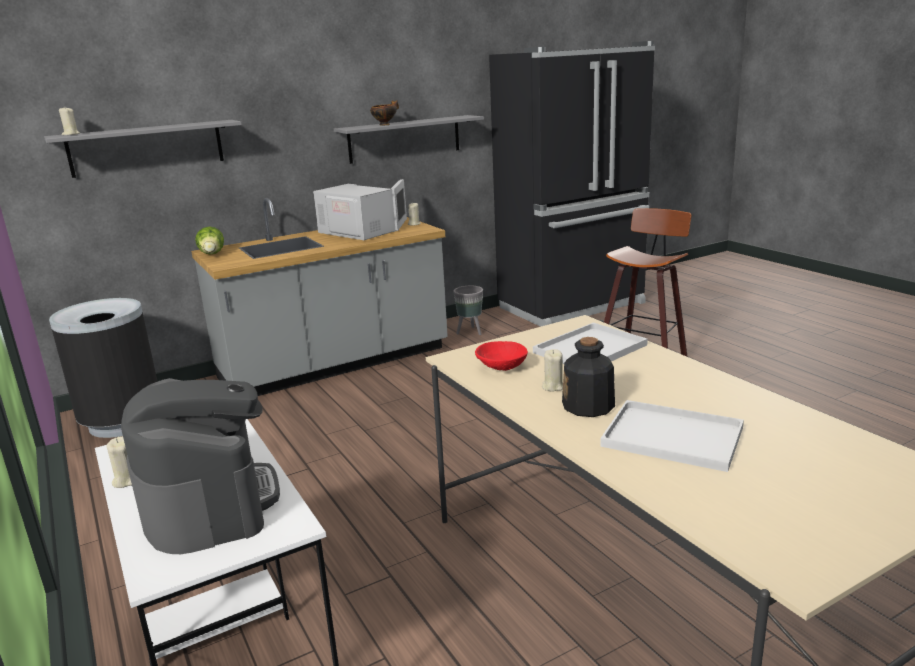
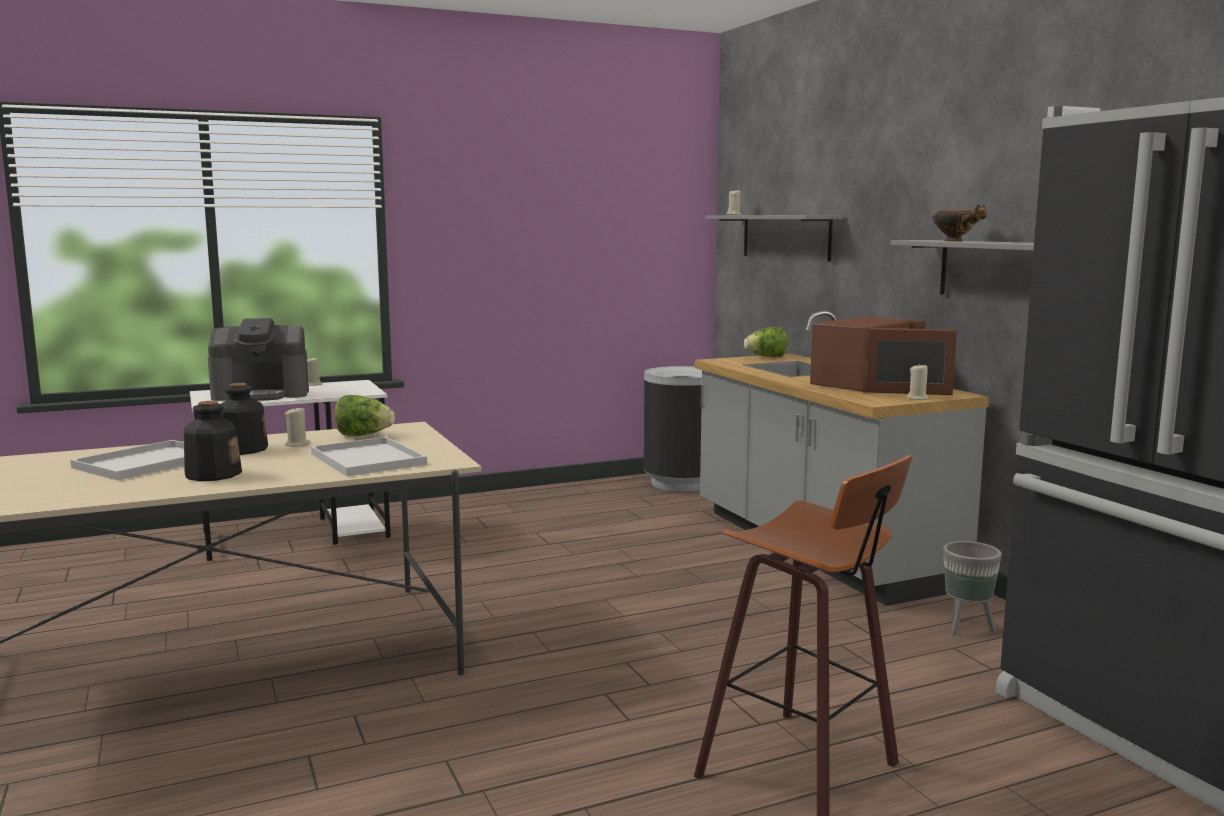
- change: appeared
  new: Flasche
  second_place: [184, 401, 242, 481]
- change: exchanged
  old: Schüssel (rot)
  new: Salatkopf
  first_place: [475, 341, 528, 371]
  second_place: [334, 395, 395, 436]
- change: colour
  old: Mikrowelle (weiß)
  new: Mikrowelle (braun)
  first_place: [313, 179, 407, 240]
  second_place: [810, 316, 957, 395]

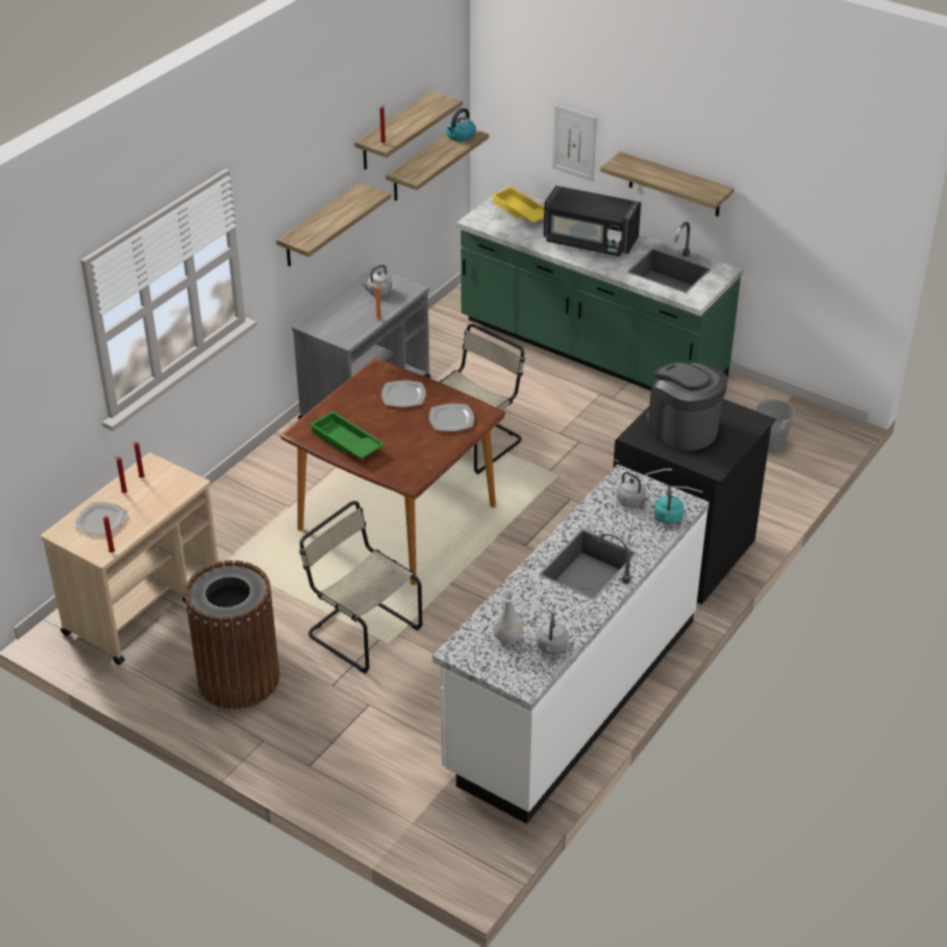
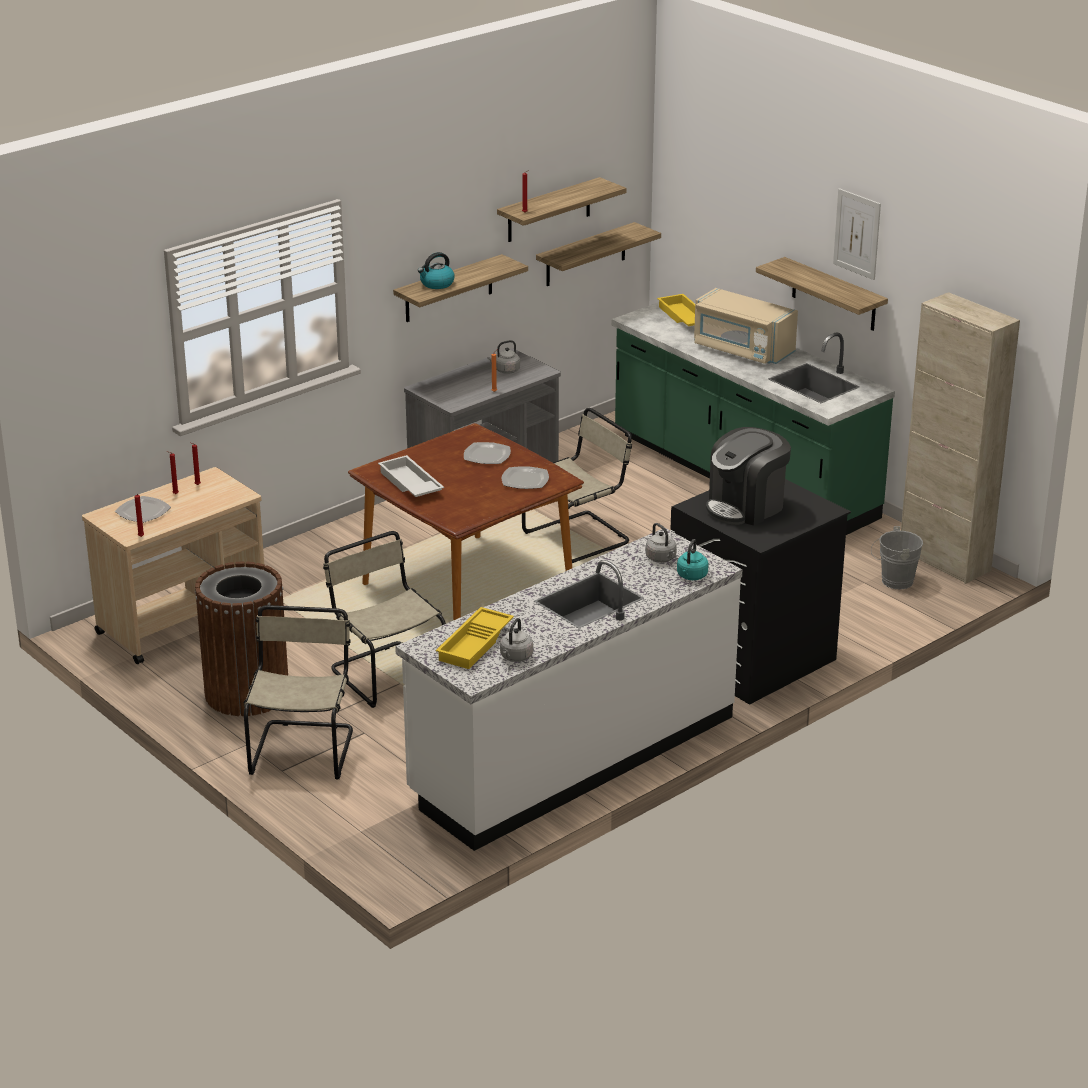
- change: appeared
  new: Stuhl (beige)
  second_place: [244, 605, 353, 779]
- change: appeared
  new: Schrank (beige)
  second_place: [901, 292, 1020, 584]
- change: relocated
  old: Wasserkessel
  first_place: [445, 108, 476, 142]
  second_place: [418, 252, 455, 289]
- change: relocated
  old: Bild
  first_place: [552, 105, 597, 182]
  second_place: [833, 188, 881, 280]
- change: exchanged
  old: Vase (weiß)
  new: Tablett (gelb)
  first_place: [493, 589, 523, 645]
  second_place: [436, 607, 514, 669]
- change: colour
  old: Tablett (grün)
  new: Tablett (weiß)
  first_place: [309, 411, 385, 459]
  second_place: [378, 455, 444, 497]
- change: colour
  old: Mikrowelle (schwarz)
  new: Mikrowelle (beige)
  first_place: [543, 186, 641, 257]
  second_place: [694, 288, 798, 364]
- change: spun
  old: Kaffeemaschine
  first_place: [646, 362, 728, 451]
  second_place: [706, 427, 791, 525]
  degrees: -105

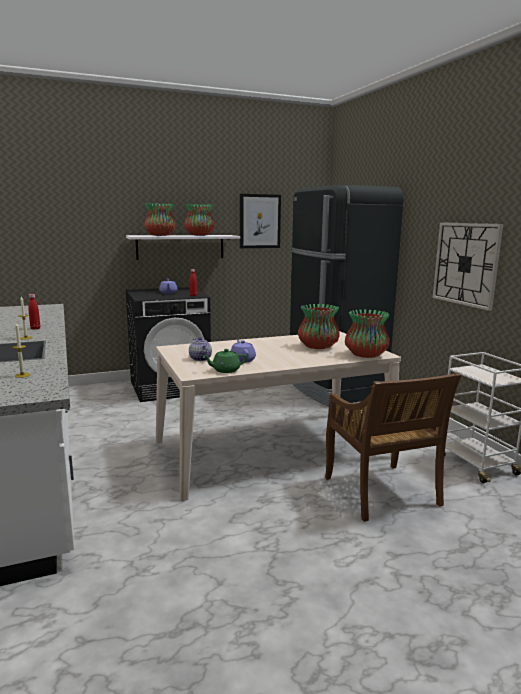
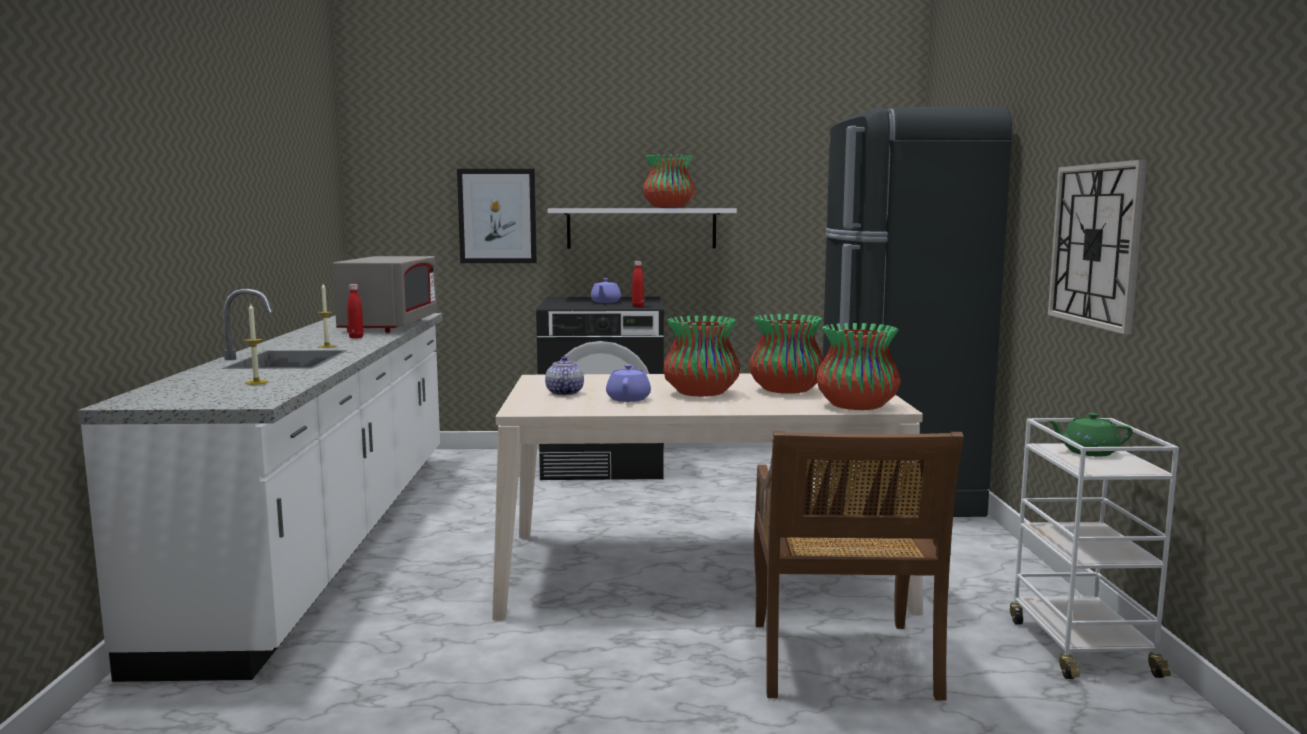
- change: appeared
  new: Mikrowelle (grau)
  second_place: [333, 256, 437, 333]
- change: relocated
  old: Vase
  first_place: [144, 203, 176, 236]
  second_place: [664, 315, 740, 397]
- change: relocated
  old: Teekanne (grün)
  first_place: [203, 349, 247, 373]
  second_place: [1048, 413, 1133, 456]
- change: relocated
  old: Bild
  first_place: [240, 194, 281, 248]
  second_place: [457, 169, 537, 263]

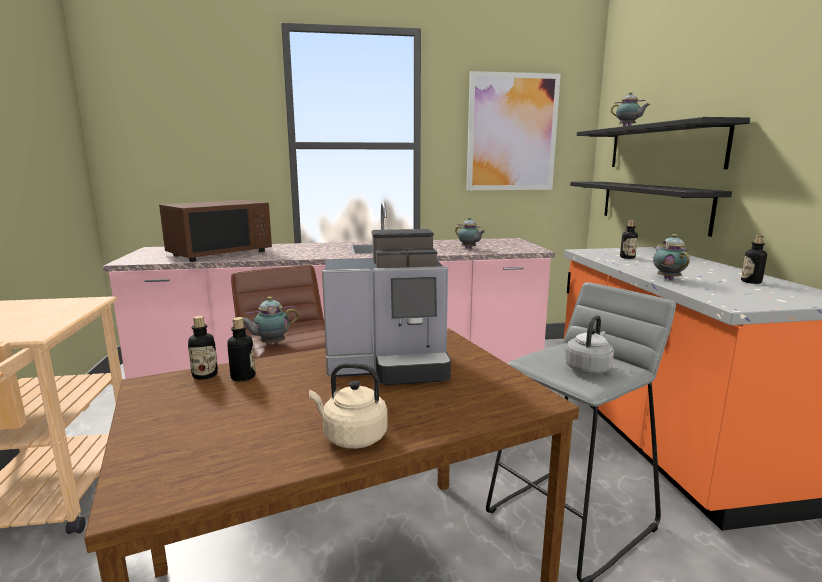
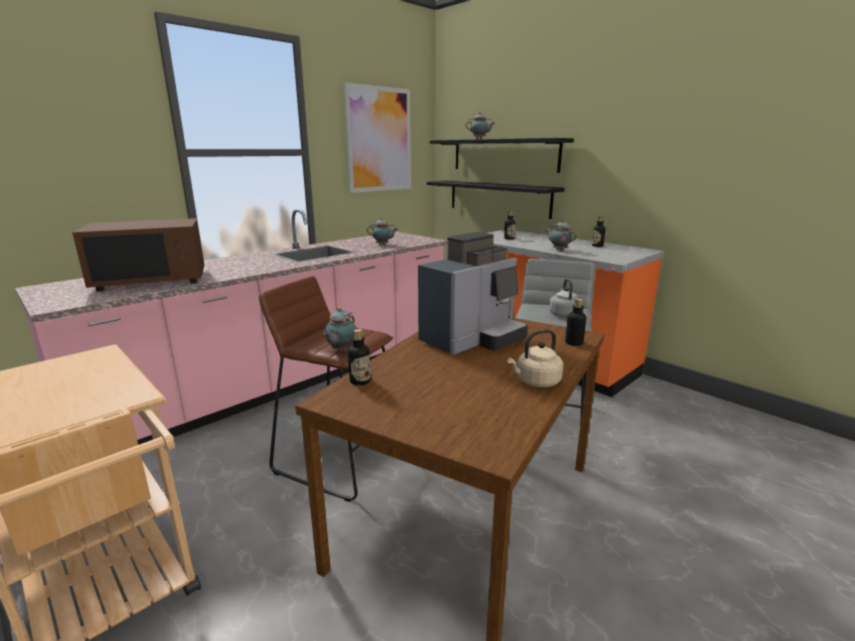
- change: relocated
  old: Flasche
  first_place: [227, 317, 255, 381]
  second_place: [565, 299, 586, 346]
- change: spun
  old: Mikrowelle (braun)
  first_place: [159, 200, 272, 262]
  second_place: [72, 218, 204, 291]
  degrees: 60

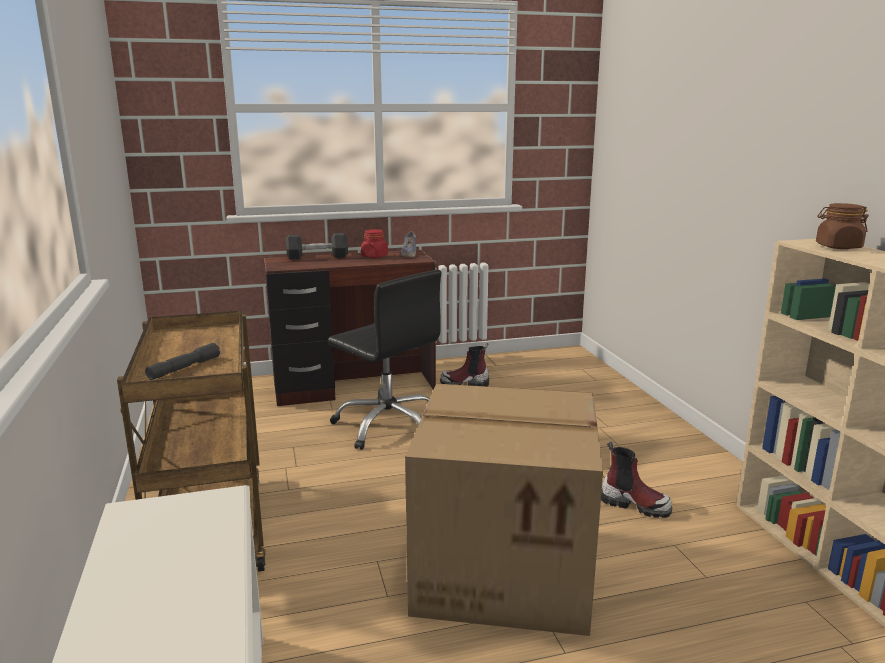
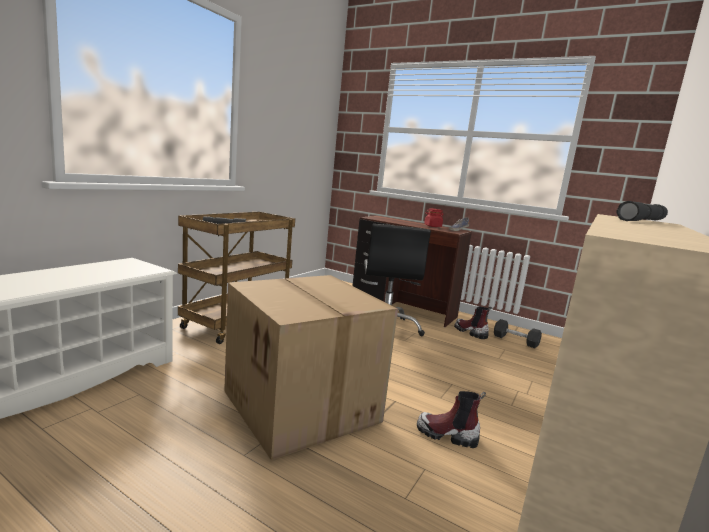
- change: relocated
  old: Hantel (grau)
  first_place: [286, 233, 348, 260]
  second_place: [494, 319, 542, 348]
- change: exchanged
  old: Vorratsglas (braun)
  new: Taschenlampe (grau)
  first_place: [816, 203, 869, 249]
  second_place: [617, 201, 668, 221]
- change: spun
  old: Stiefel
  first_place: [601, 441, 672, 518]
  second_place: [417, 391, 486, 448]
  degrees: 120

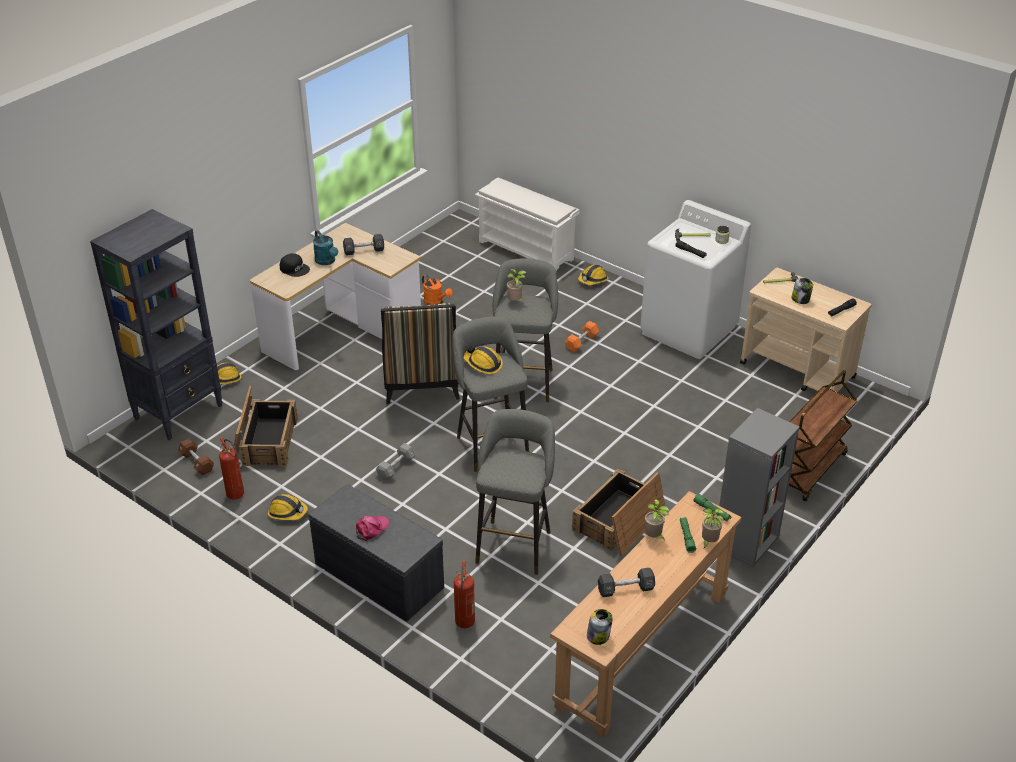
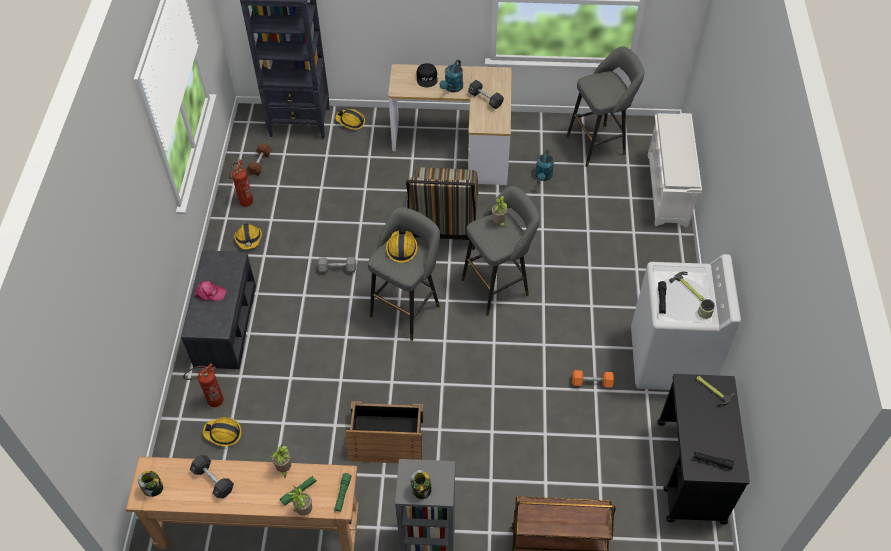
- change: missing
  old: Kiste
  first_place: [233, 385, 298, 467]
- change: relocated
  old: Hocker (grau)
  first_place: [475, 409, 555, 575]
  second_place: [566, 46, 644, 167]
- change: relocated
  old: Hantel (orange)
  first_place: [565, 321, 599, 352]
  second_place: [572, 370, 614, 388]
- change: relocated
  old: Schutzhelm
  first_place: [578, 265, 608, 285]
  second_place: [203, 417, 242, 446]
- change: relocated
  old: Vorratsglas
  first_place: [792, 278, 813, 304]
  second_place: [411, 470, 432, 499]
- change: colour
  old: Gießkanne (orange)
  new: Gießkanne (türkis)
  first_place: [422, 274, 453, 305]
  second_place: [535, 149, 554, 181]
- change: colour
  old: Rollwagen (beige)
  new: Rollwagen (schwarz)
  first_place: [740, 268, 872, 392]
  second_place: [658, 374, 750, 524]
- change: spun
  old: Stuhl
  first_place: [381, 303, 460, 404]
  second_place: [406, 167, 478, 250]
  degrees: -45

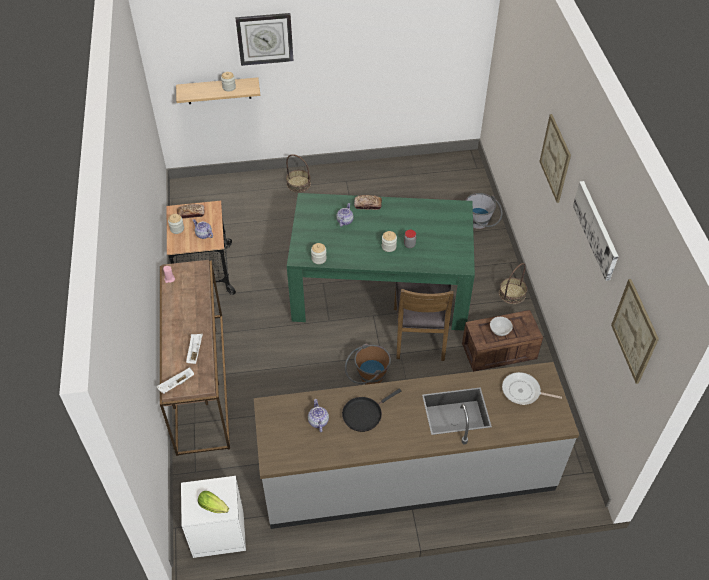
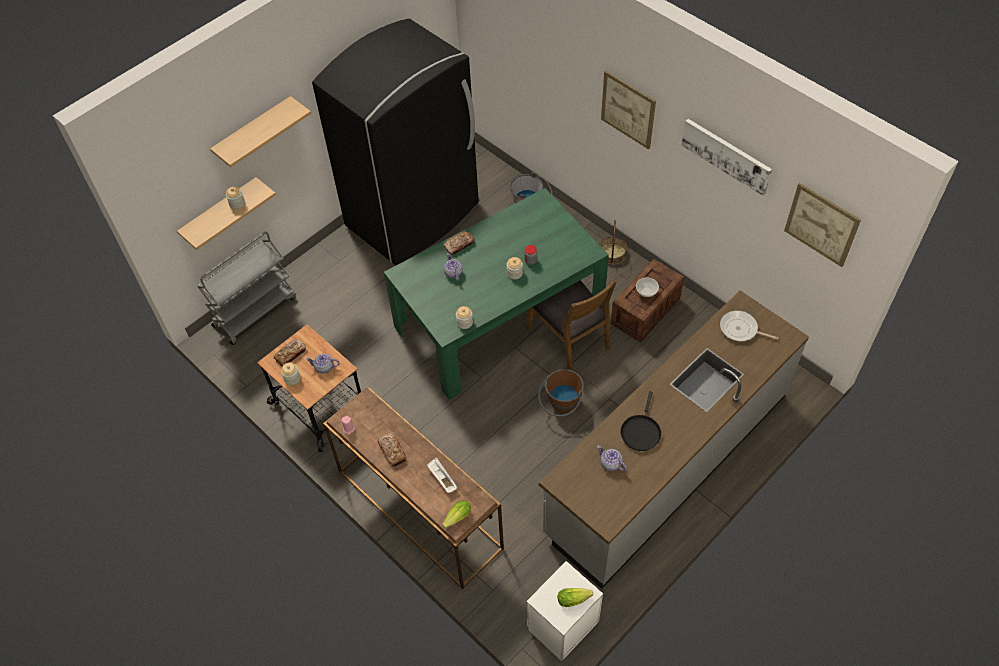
- change: missing
  old: Korb
  first_place: [286, 154, 311, 192]
- change: appeared
  new: Rollwagen (grau)
  second_place: [197, 232, 296, 345]
- change: appeared
  new: Kühlschrank (schwarz)
  second_place: [312, 19, 479, 265]
- change: appeared
  new: Brot
  second_place: [378, 433, 407, 467]
- change: exchanged
  old: Tablett (weiß)
  new: Salatkopf
  first_place: [157, 367, 194, 394]
  second_place: [442, 500, 471, 528]
- change: exchanged
  old: Wanduhr
  new: Wandregal
  first_place: [235, 13, 293, 66]
  second_place: [210, 96, 311, 167]
- change: spun
  old: Pfanne
  first_place: [502, 372, 562, 405]
  second_place: [720, 310, 778, 341]
  degrees: 45

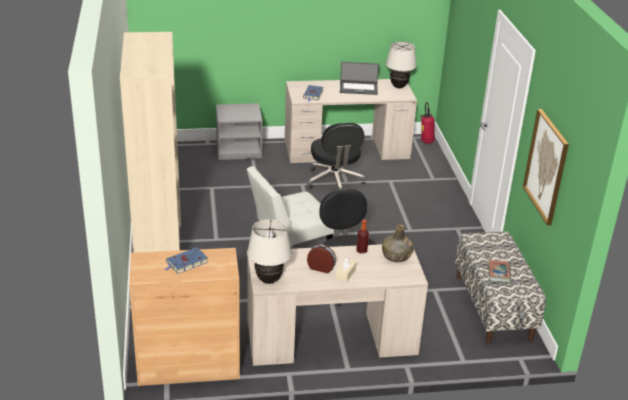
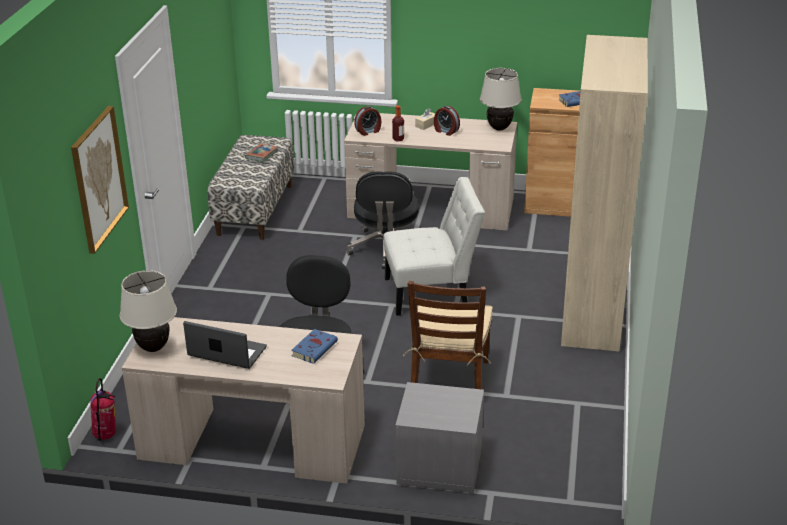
- change: appeared
  new: Stuhl (braun)
  second_place: [403, 281, 493, 389]
- change: relocated
  old: Bild
  first_place: [523, 109, 569, 225]
  second_place: [71, 106, 129, 254]
- change: exchanged
  old: Flasche (grün)
  new: Wecker
  first_place: [382, 225, 414, 262]
  second_place: [354, 106, 381, 136]

